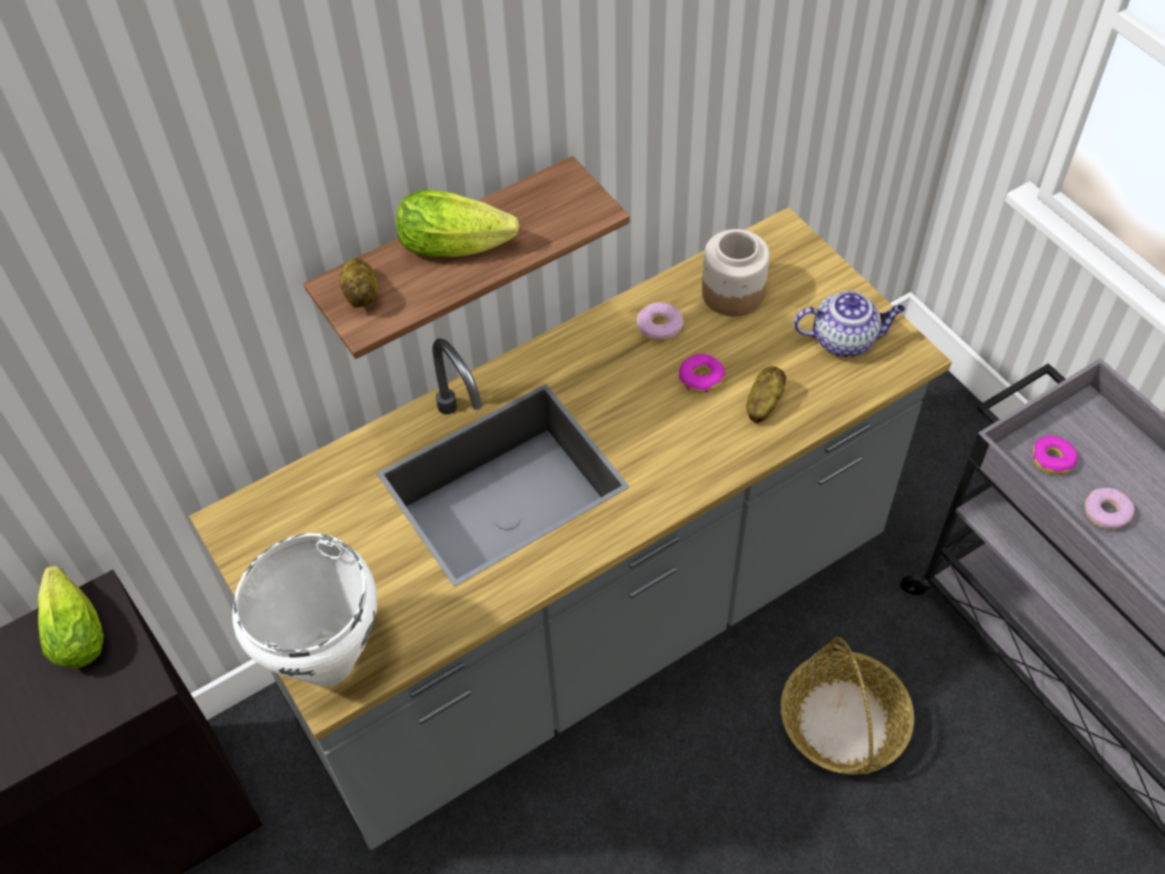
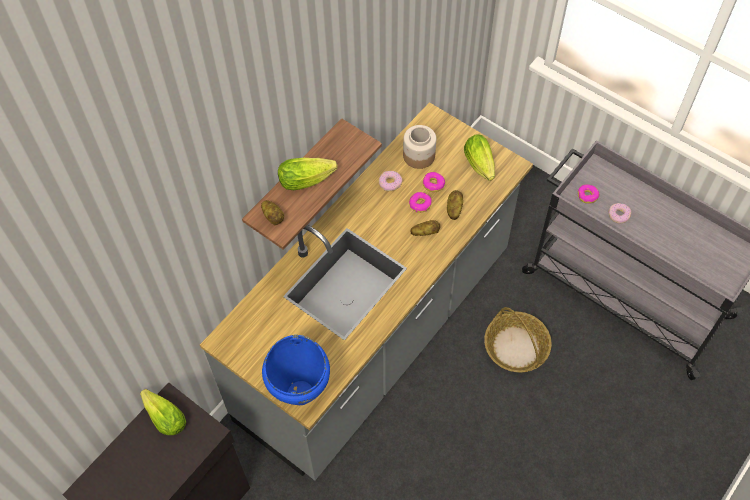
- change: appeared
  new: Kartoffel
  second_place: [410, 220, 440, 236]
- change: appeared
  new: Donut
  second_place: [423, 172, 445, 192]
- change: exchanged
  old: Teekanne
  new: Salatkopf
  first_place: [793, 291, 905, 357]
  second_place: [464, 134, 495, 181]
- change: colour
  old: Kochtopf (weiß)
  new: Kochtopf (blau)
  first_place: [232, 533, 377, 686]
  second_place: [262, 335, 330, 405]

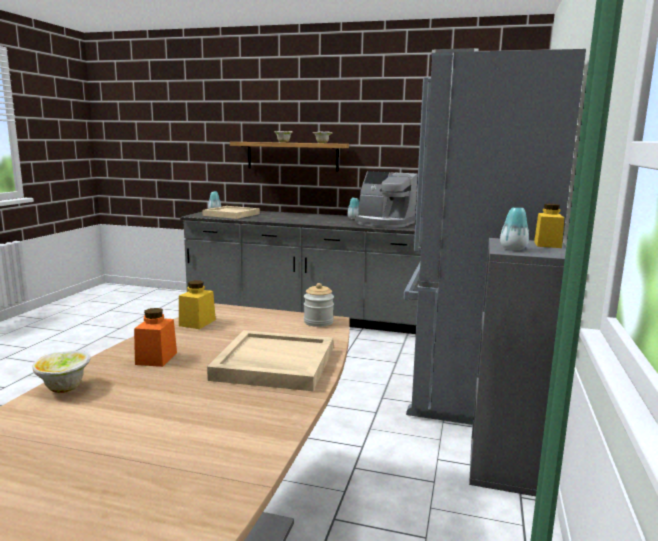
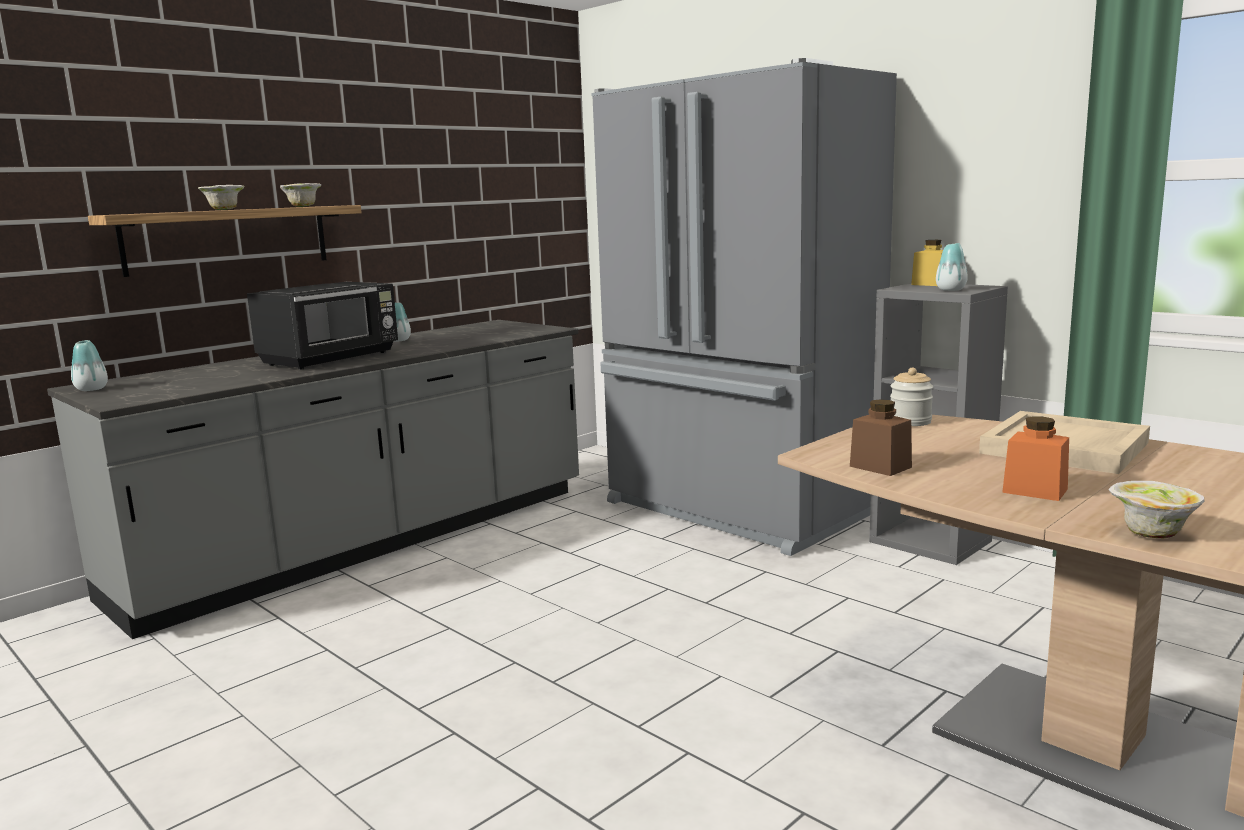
- change: missing
  old: Tablett (beige)
  first_place: [202, 206, 260, 219]
- change: missing
  old: Kaffeemaschine
  first_place: [355, 171, 417, 228]
- change: appeared
  new: Mikrowelle (schwarz)
  second_place: [247, 282, 398, 370]
- change: colour
  old: Vorratsglas (gelb)
  new: Vorratsglas (braun)
  first_place: [179, 281, 216, 329]
  second_place: [850, 399, 912, 476]

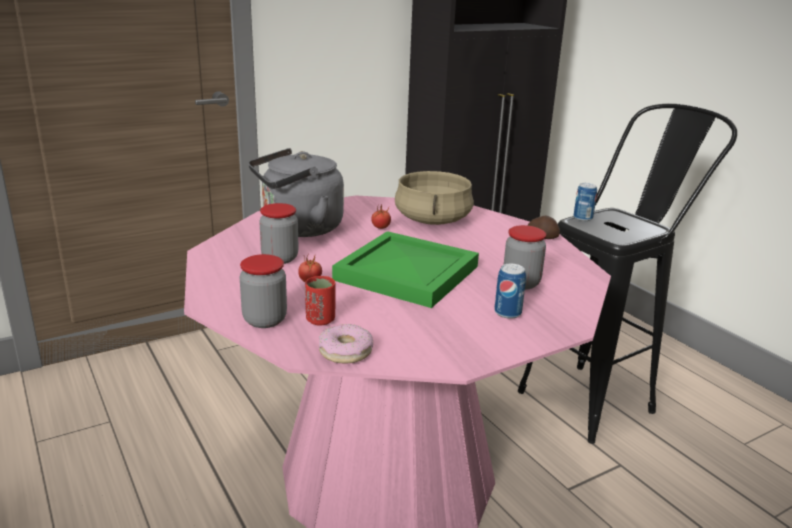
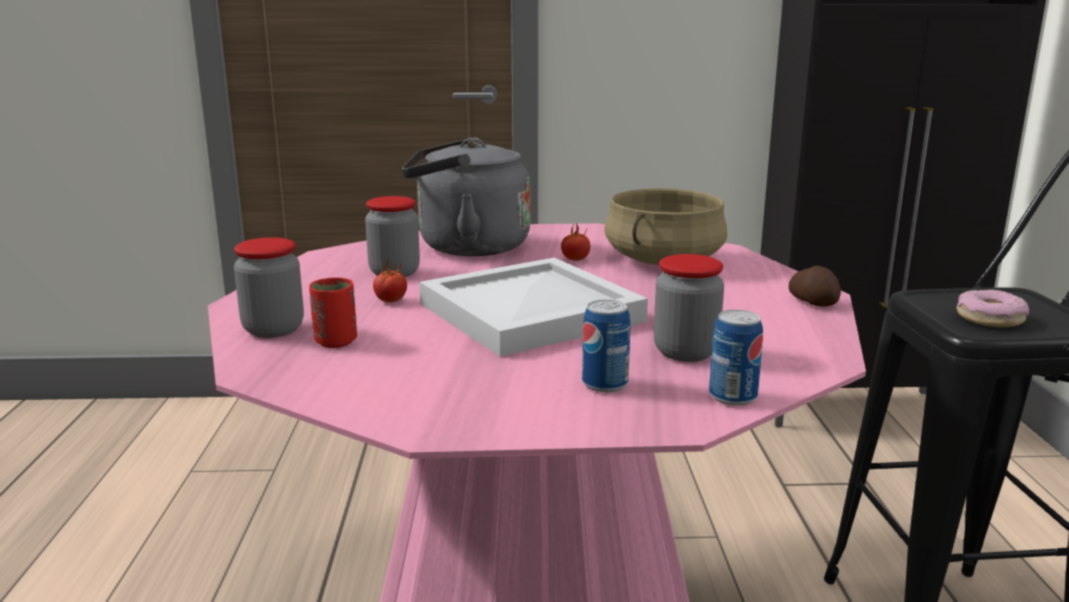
- change: relocated
  old: Donut
  first_place: [319, 324, 373, 363]
  second_place: [957, 290, 1029, 327]
- change: relocated
  old: Dose
  first_place: [573, 183, 597, 221]
  second_place: [709, 310, 763, 406]
- change: colour
  old: Tablett (grün)
  new: Tablett (weiß)
  first_place: [332, 231, 479, 308]
  second_place: [419, 258, 648, 357]

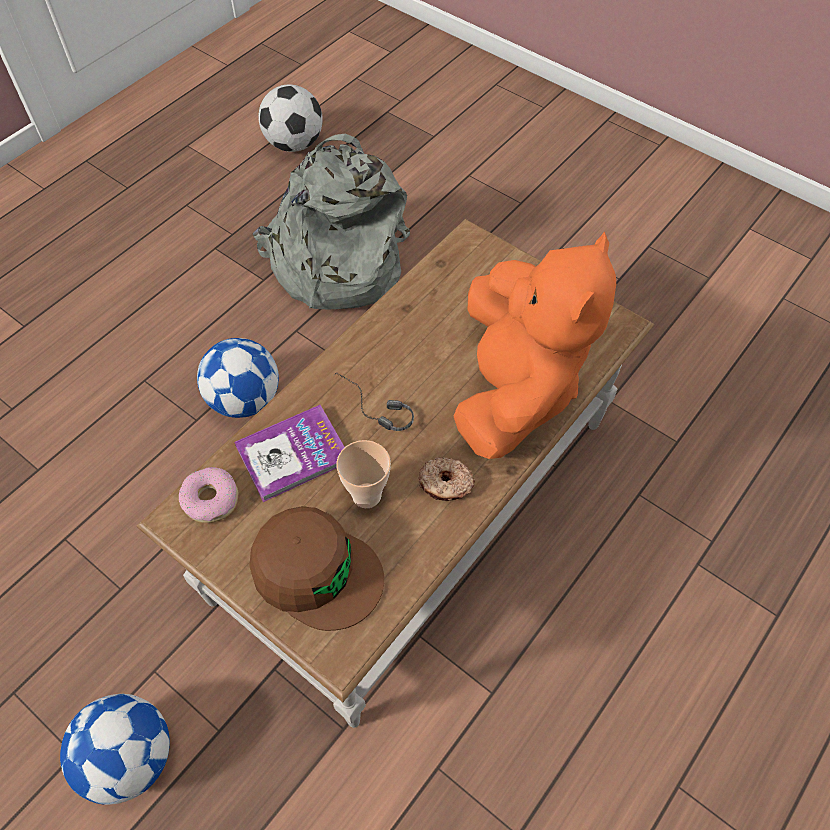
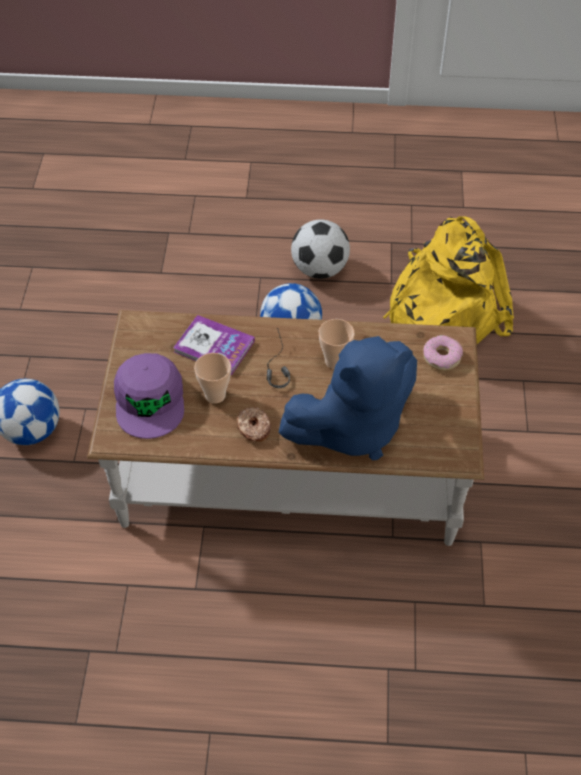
- change: appeared
  new: Tasse
  second_place: [319, 319, 354, 369]
- change: relocated
  old: Donut
  first_place: [178, 467, 238, 523]
  second_place: [423, 335, 463, 371]
- change: relocated
  old: Fußball
  first_place: [258, 84, 323, 152]
  second_place: [291, 219, 350, 279]
- change: colour
  old: Kappe (braun)
  new: Kappe (lila)
  first_place: [249, 506, 384, 631]
  second_place: [114, 353, 184, 439]
- change: colour
  old: Rucksack (grau)
  new: Rucksack (gelb)
  first_place: [253, 134, 410, 309]
  second_place: [383, 216, 514, 344]
- change: colour
  old: Plüschtier (orange)
  new: Plüschtier (blau)
  first_place: [454, 231, 616, 459]
  second_place: [278, 336, 417, 460]

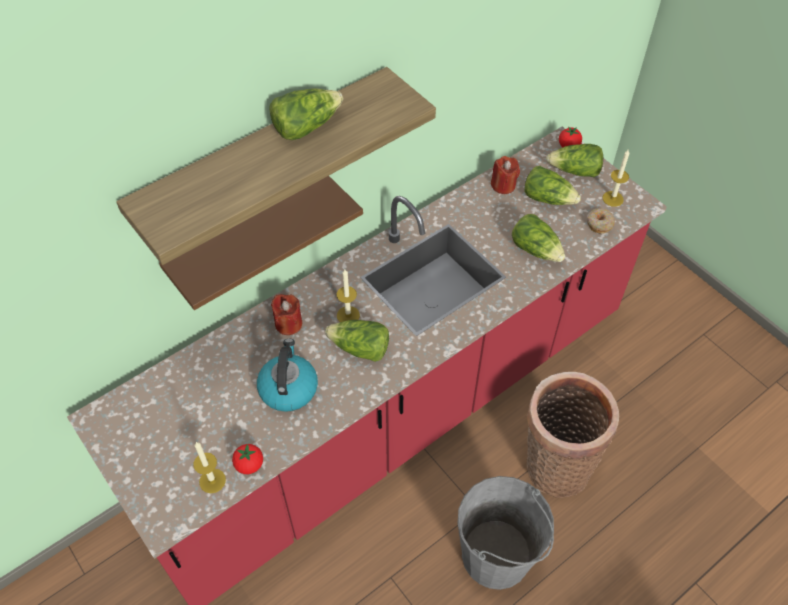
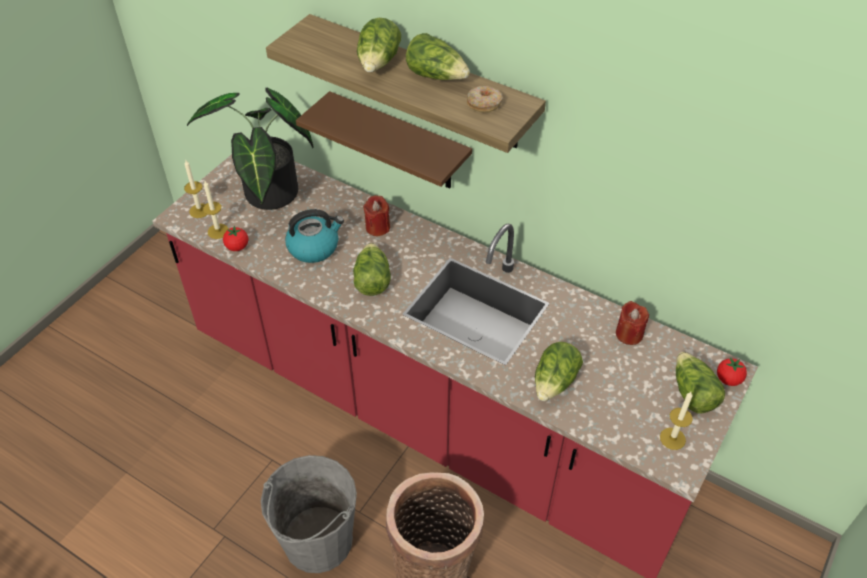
- change: appeared
  new: Topfpflanze
  second_place: [187, 88, 314, 210]
- change: relocated
  old: Kerze
  first_place: [337, 269, 360, 322]
  second_place: [184, 160, 208, 218]
- change: relocated
  old: Salatkopf
  first_place: [524, 166, 581, 205]
  second_place: [357, 18, 401, 72]
- change: relocated
  old: Donut
  first_place: [587, 208, 615, 234]
  second_place: [466, 86, 503, 112]

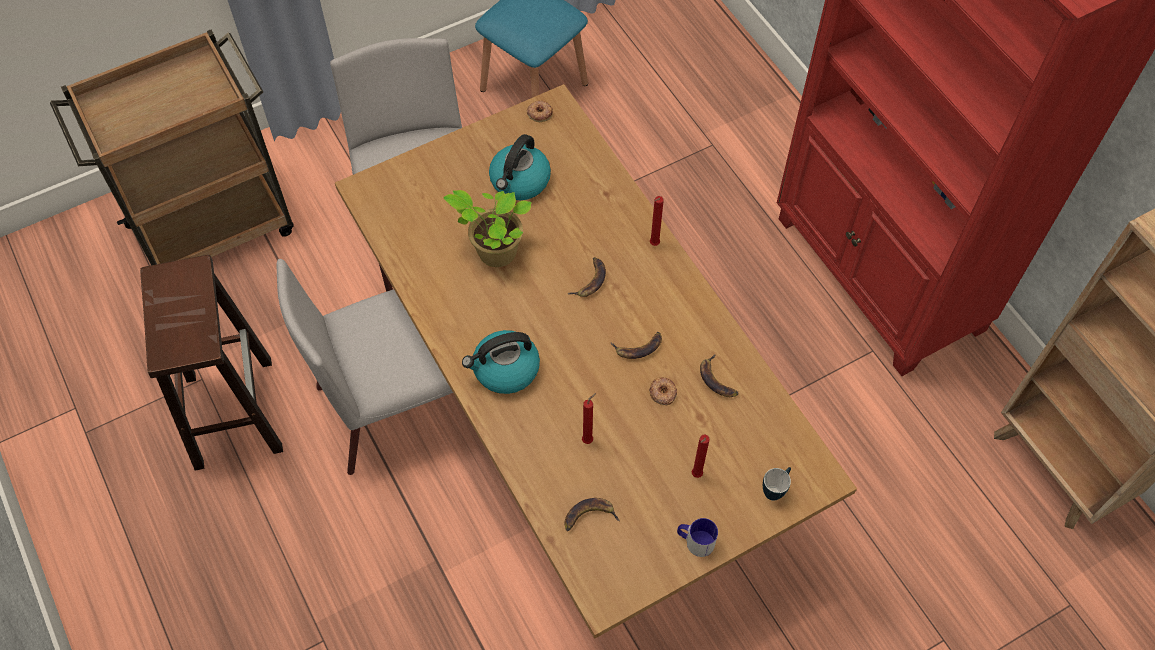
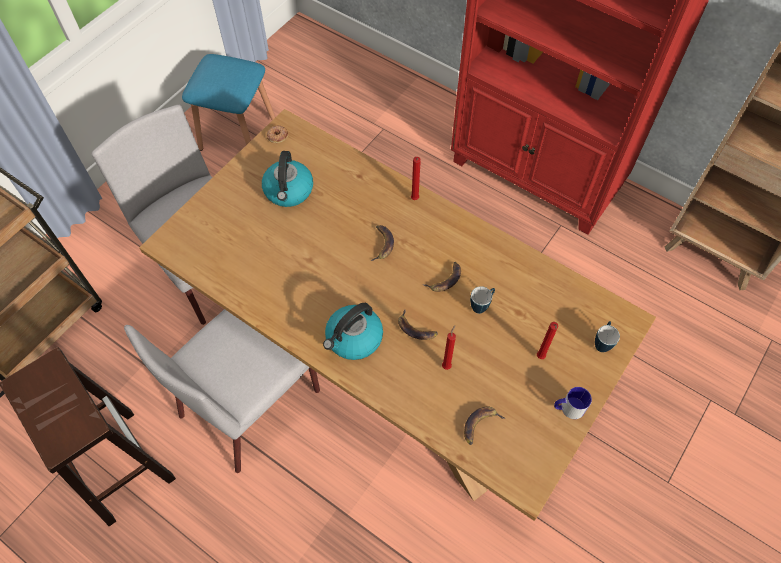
- change: missing
  old: Topfpflanze
  first_place: [443, 190, 532, 267]
- change: relocated
  old: Banane
  first_place: [700, 354, 739, 397]
  second_place: [398, 310, 438, 340]
- change: exchanged
  old: Donut
  new: Henkelbecher
  first_place: [649, 377, 677, 405]
  second_place: [470, 286, 495, 314]

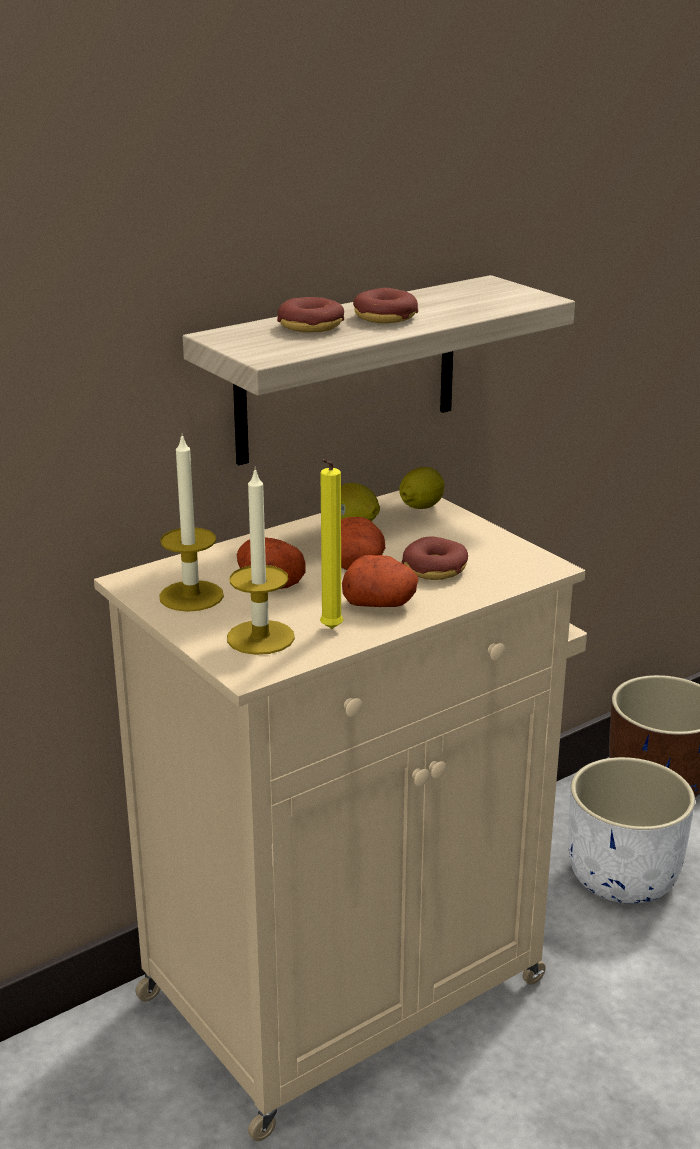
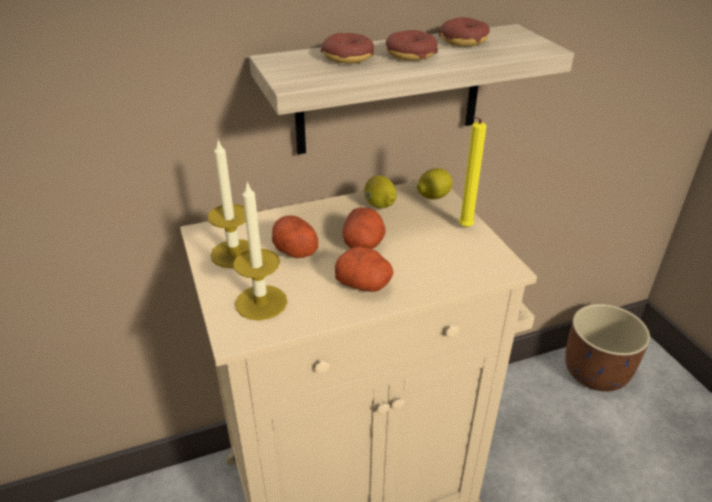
- change: missing
  old: Pflanzkübel (weiß)
  first_place: [569, 757, 695, 904]
- change: relocated
  old: Kerze (gelb)
  first_place: [320, 459, 344, 629]
  second_place: [459, 116, 487, 227]
- change: relocated
  old: Donut
  first_place: [401, 537, 468, 580]
  second_place: [439, 17, 490, 47]

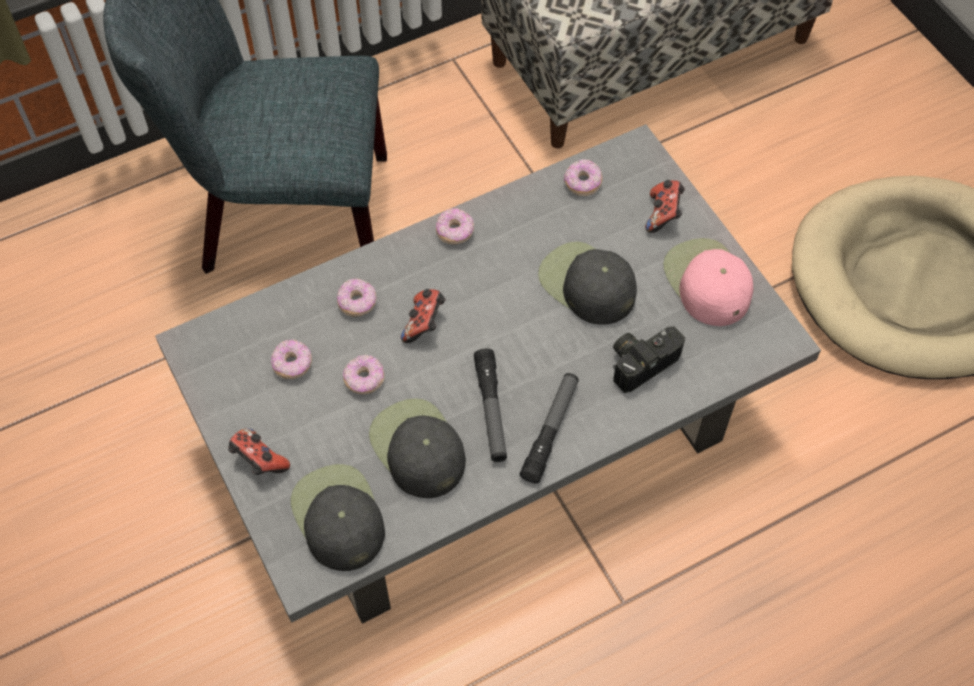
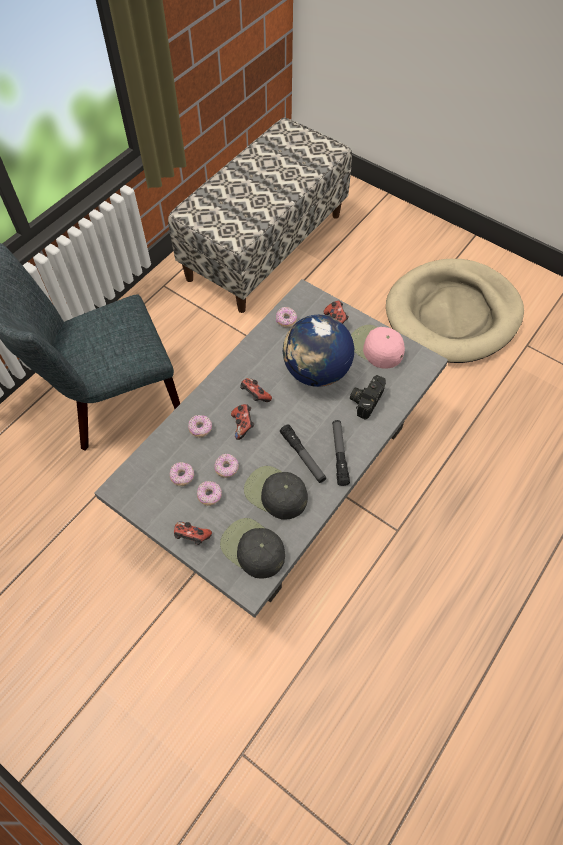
- change: appeared
  new: Gamepad
  second_place: [240, 378, 272, 402]
- change: relocated
  old: Donut
  first_place: [436, 208, 474, 244]
  second_place: [197, 481, 222, 506]
- change: exchanged
  old: Kappe (schwarz)
  new: Globus
  first_place: [538, 242, 637, 325]
  second_place: [283, 315, 354, 387]

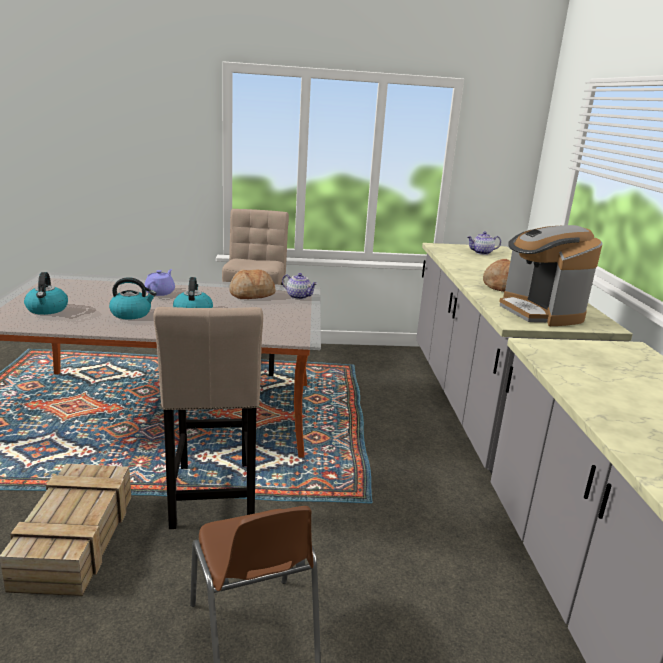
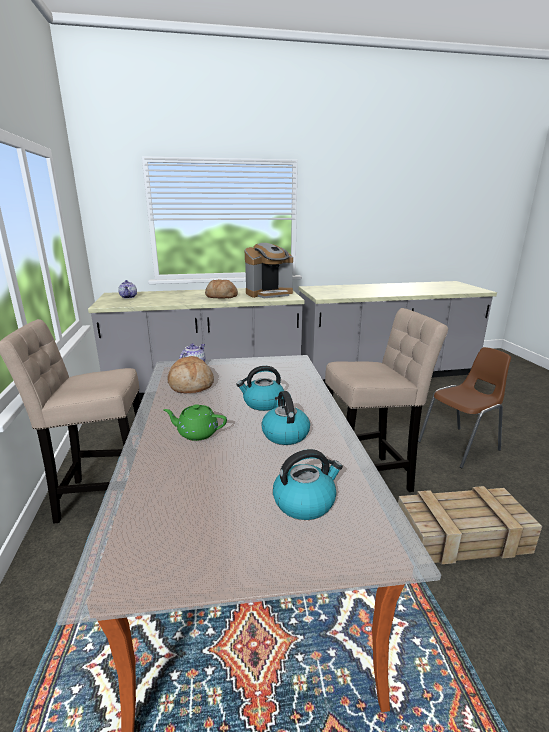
- change: colour
  old: Teekanne (lila)
  new: Teekanne (grün)
  first_place: [144, 269, 175, 296]
  second_place: [163, 404, 227, 441]

